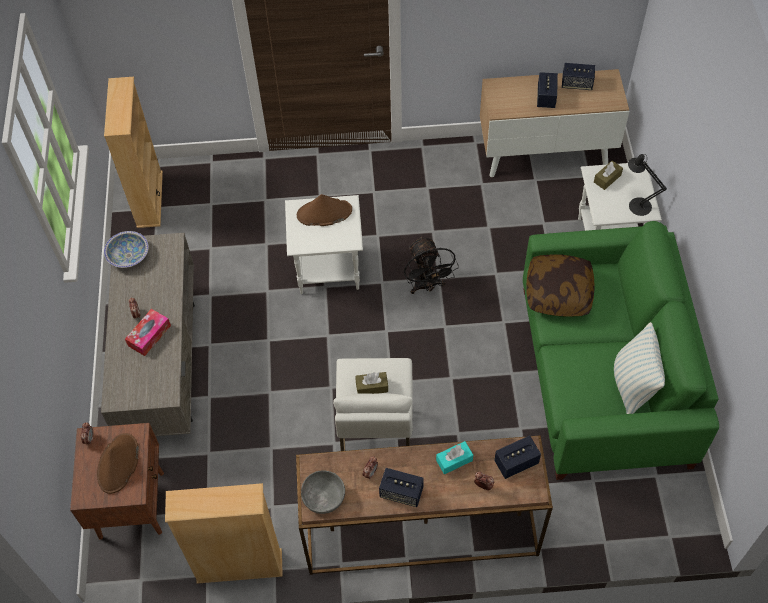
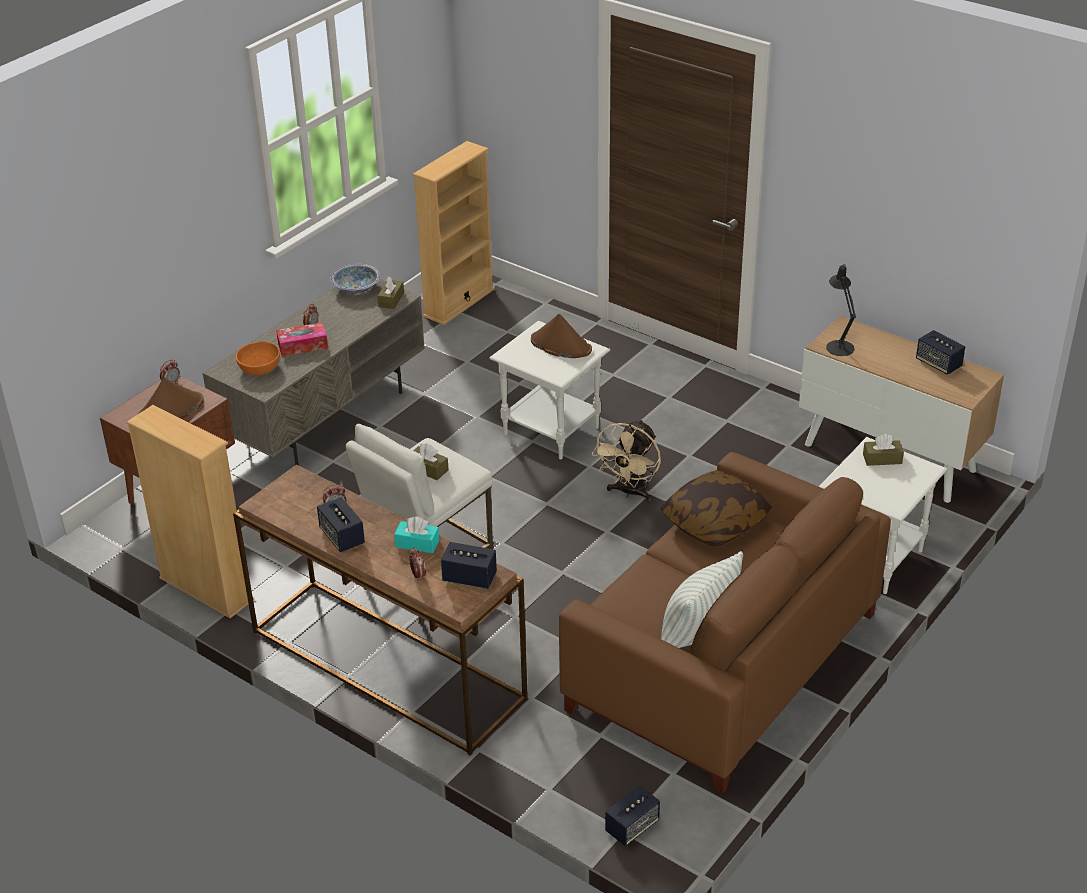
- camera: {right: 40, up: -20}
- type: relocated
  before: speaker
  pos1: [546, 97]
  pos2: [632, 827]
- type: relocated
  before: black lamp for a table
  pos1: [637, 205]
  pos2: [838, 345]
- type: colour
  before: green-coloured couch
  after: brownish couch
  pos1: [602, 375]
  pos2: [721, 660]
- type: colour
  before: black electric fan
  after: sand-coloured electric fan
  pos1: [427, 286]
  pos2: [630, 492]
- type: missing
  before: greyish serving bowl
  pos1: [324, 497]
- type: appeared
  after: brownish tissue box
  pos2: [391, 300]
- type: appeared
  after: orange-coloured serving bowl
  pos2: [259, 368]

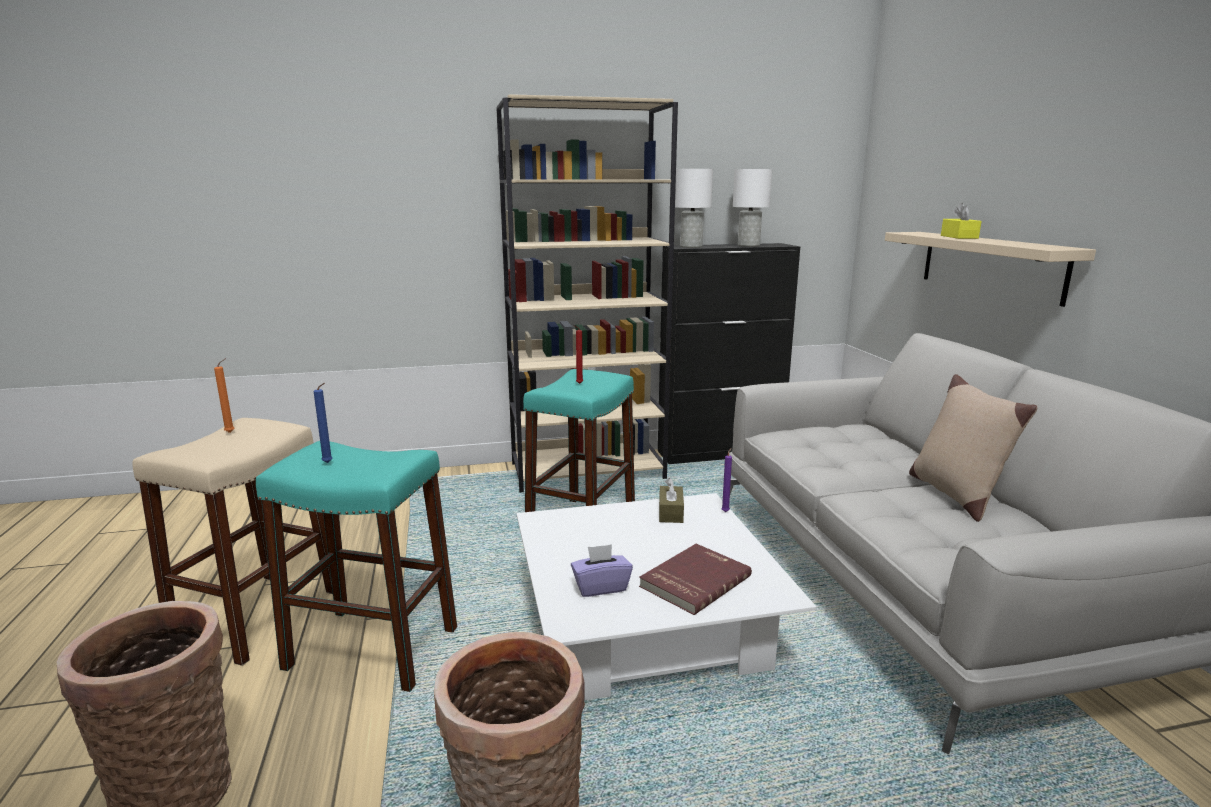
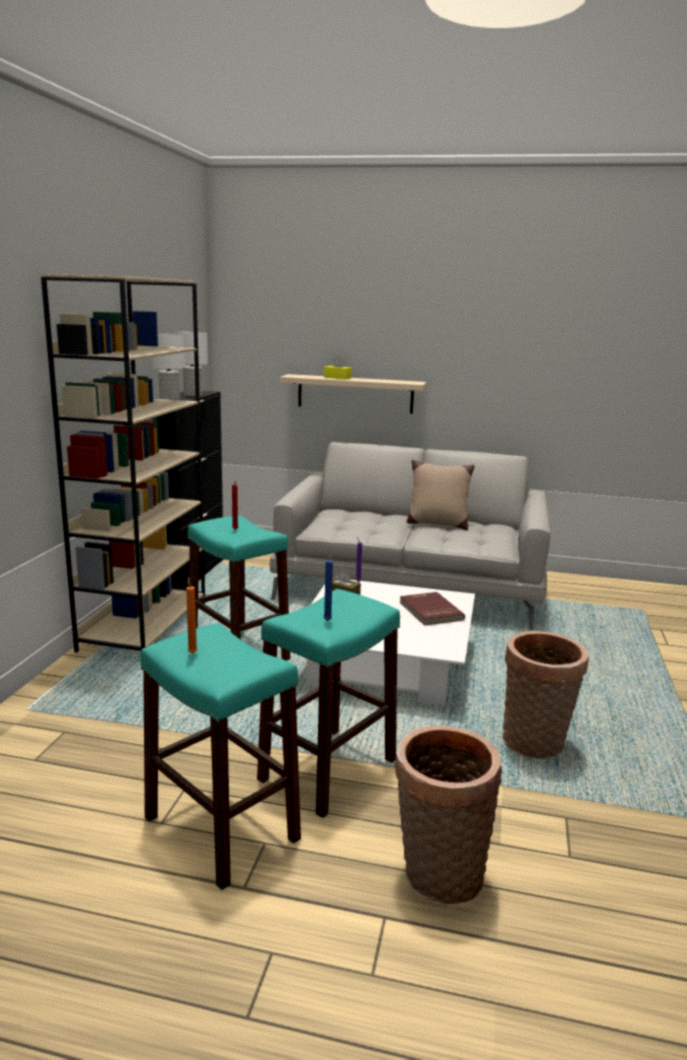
- camera: {right: -65, up: 0}
- type: colour
  before: sand-coloured stool seat
  after: blue-green stool seat
  pos1: [257, 615]
  pos2: [221, 828]
- type: missing
  before: purple tissue box
  pos1: [601, 587]

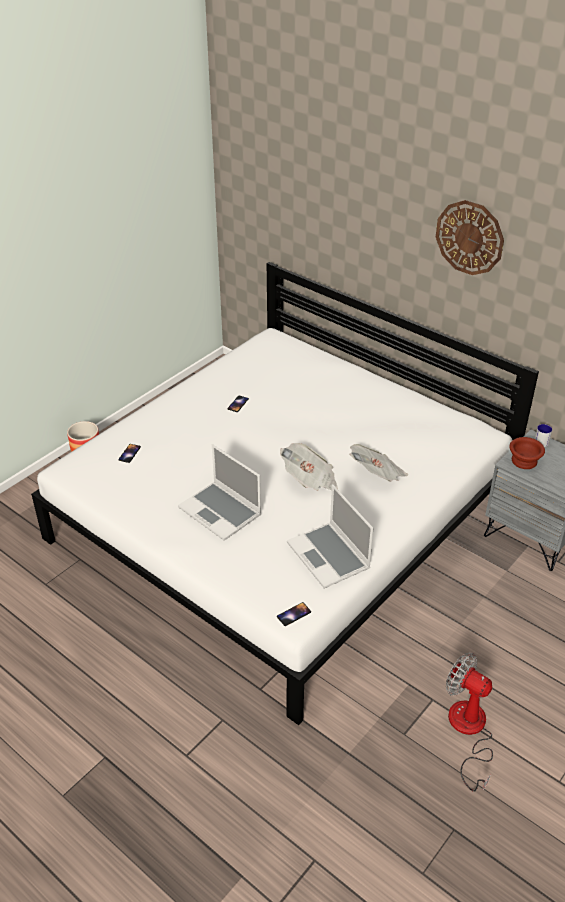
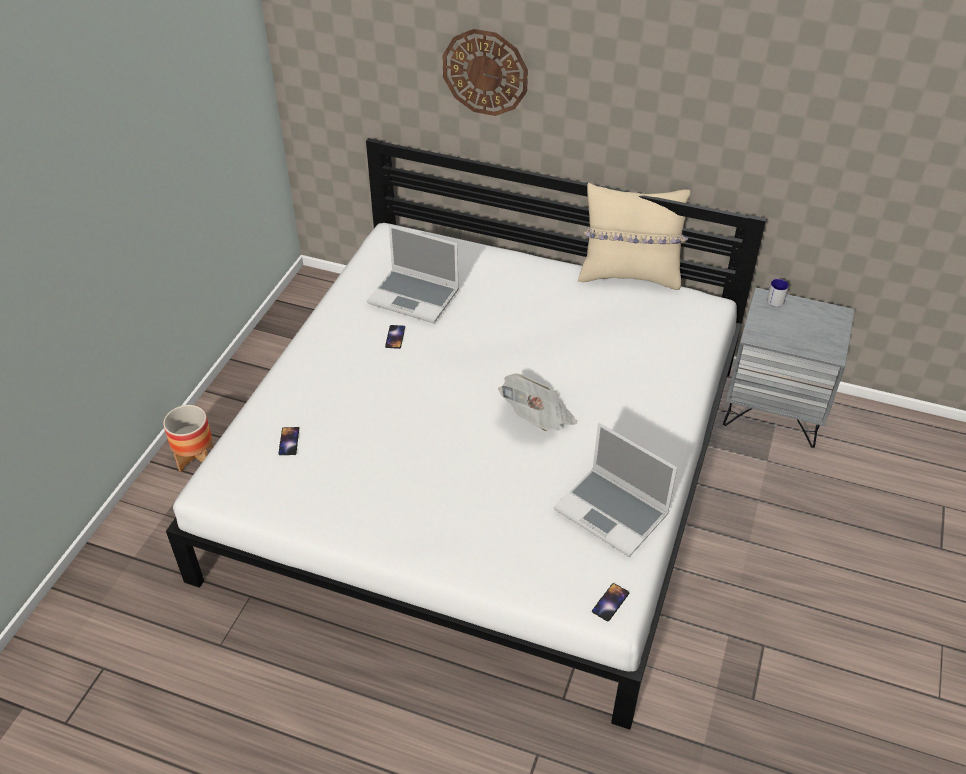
- camera: {right: -20, up: 5}
- type: relocated
  before: clock on the wall
  pos1: [469, 237]
  pos2: [485, 72]
- type: missing
  before: brownish serving bowl
  pos1: [523, 461]
- type: relocated
  before: portable computer
  pos1: [221, 512]
  pos2: [415, 297]
- type: missing
  before: daily paper
  pos1: [377, 475]
- type: missing
  before: electric fan
  pos1: [468, 731]
- type: appeared
  after: sand-coloured cushion
  pos2: [629, 276]

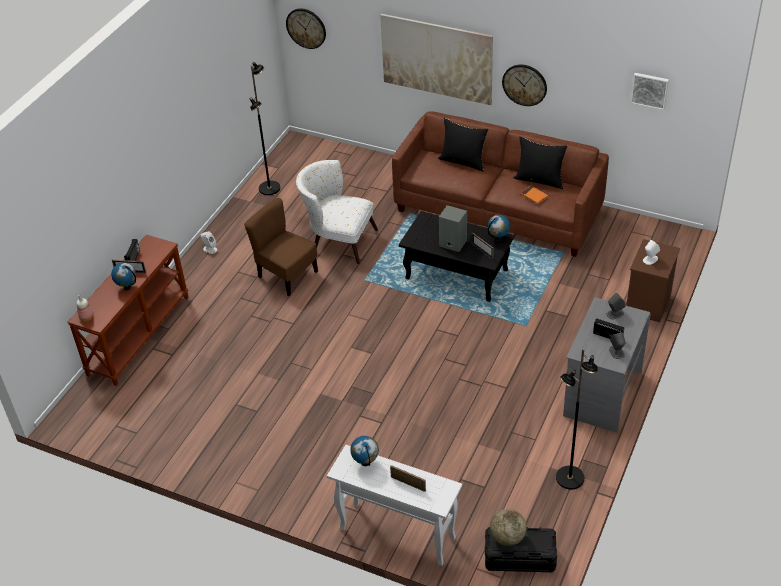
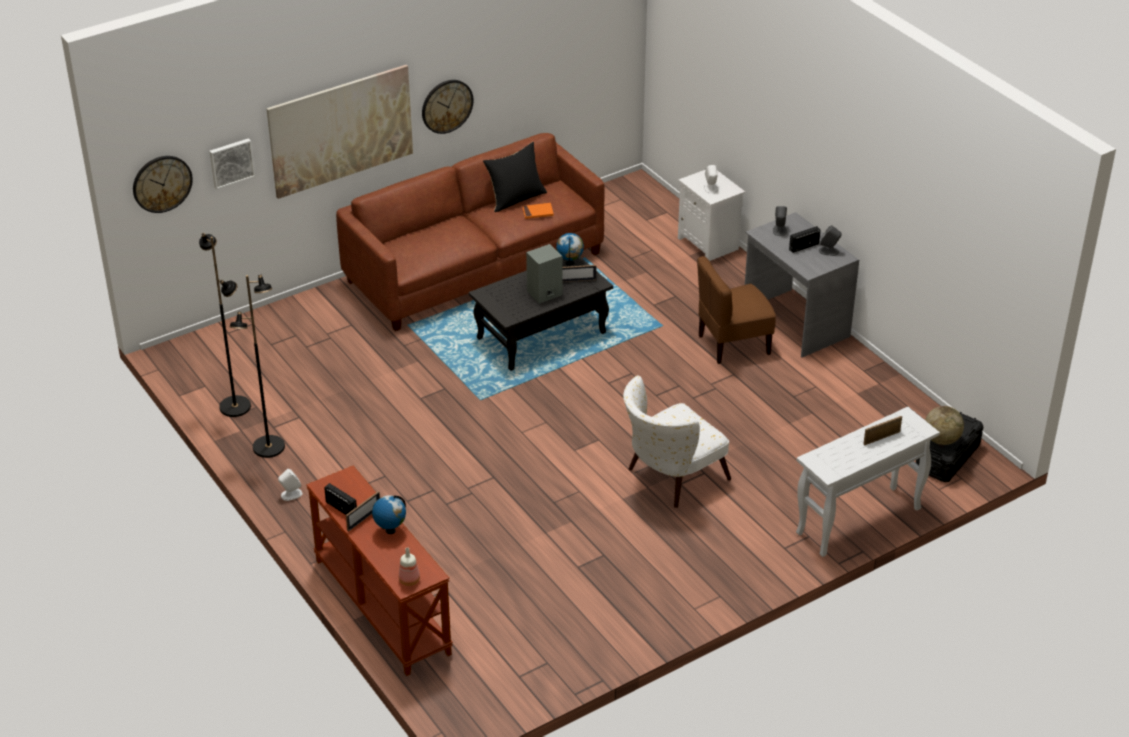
- camera: {right: -60, up: -5}
- type: relocated
  before: wall picture
  pos1: [649, 90]
  pos2: [231, 162]
- type: missing
  before: black cushion
  pos1: [463, 161]
- type: relocated
  before: whitish armchair
  pos1: [337, 240]
  pos2: [669, 478]
- type: relocated
  before: brownish upright chair
  pos1: [287, 275]
  pos2: [733, 344]
- type: colour
  before: brownish night table
  after: whitish night table
  pos1: [648, 304]
  pos2: [709, 244]
- type: relocated
  before: black floor lamp
  pos1: [569, 478]
  pos2: [269, 447]
- type: missing
  before: world globe
  pos1: [365, 463]

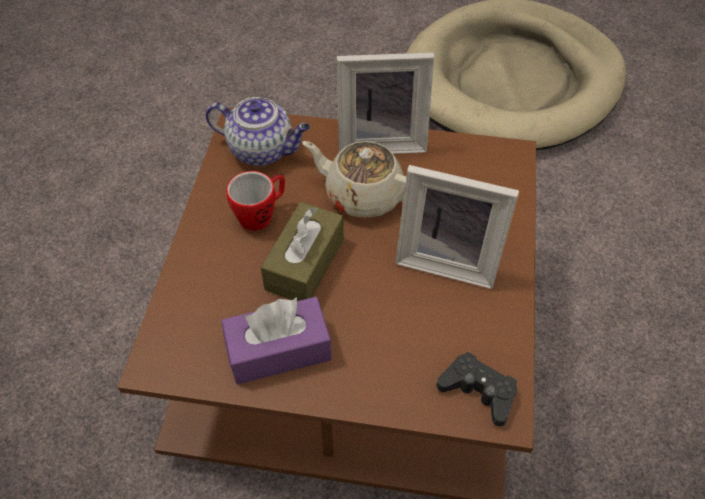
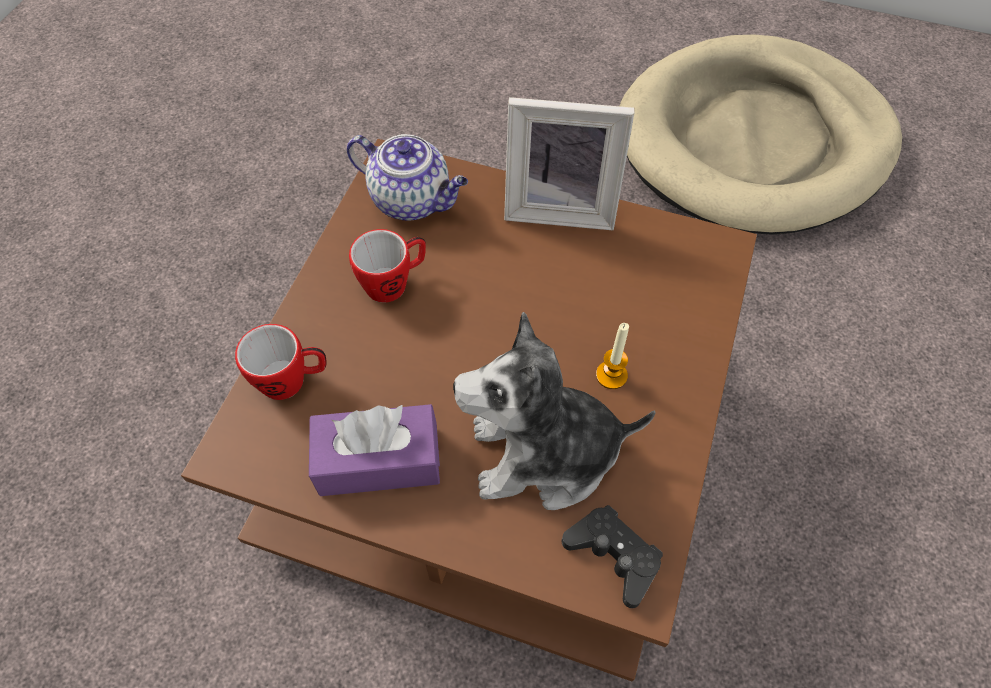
- camera: {right: 10, up: 5}
- type: missing
  before: sand-coloured pot for tea
  pos1: [362, 195]
- type: exchanged
  before: picture frame
  after: wax candle
  pos1: [448, 259]
  pos2: [611, 375]
- type: missing
  before: brownish tissue box
  pos1: [305, 264]
- type: appeared
  after: plush toy
  pos2: [544, 454]
- type: appeared
  after: tea mug
  pos2: [292, 380]

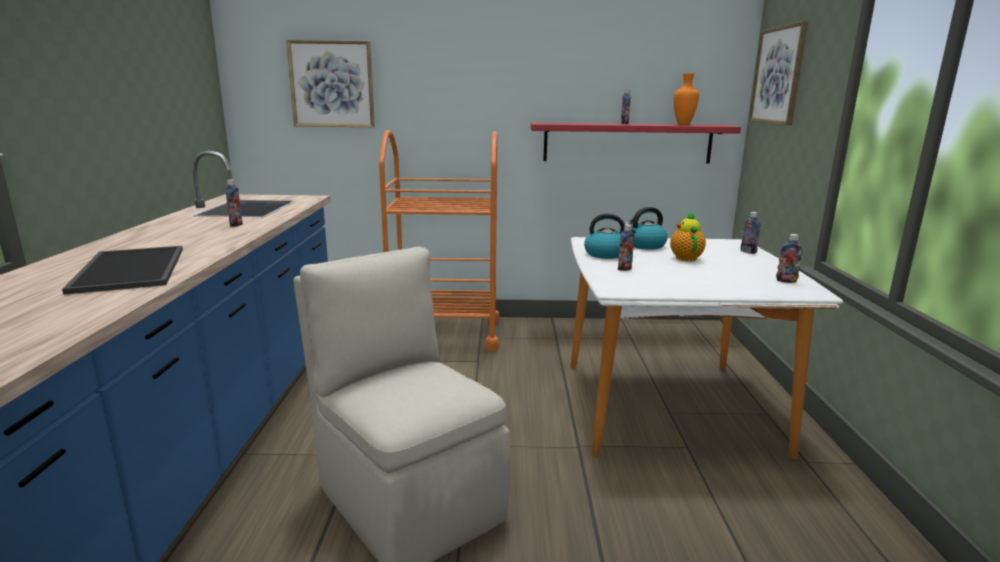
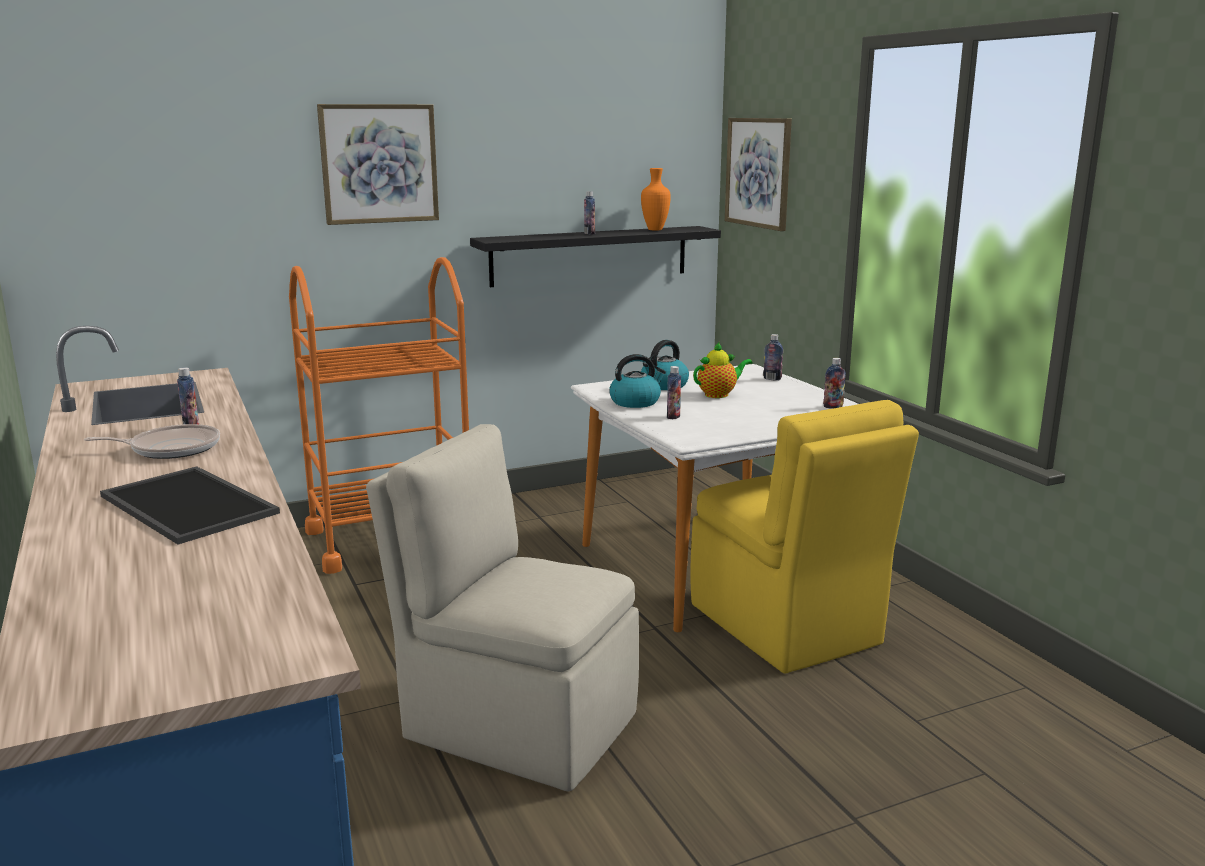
- camera: {right: -25, up: 0}
- type: relocated
  before: wall picture
  pos1: [332, 84]
  pos2: [379, 164]
- type: colour
  before: reddish bracket shelf
  after: black bracket shelf
  pos1: [627, 143]
  pos2: [590, 255]
- type: spun
  before: pot for tea
  pos1: [685, 258]
  pos2: [719, 394]
  turn: 90
- type: appeared
  after: yellow-coloured upright chair
  pos2: [786, 626]
- type: appeared
  after: frying pan
  pos2: [171, 449]

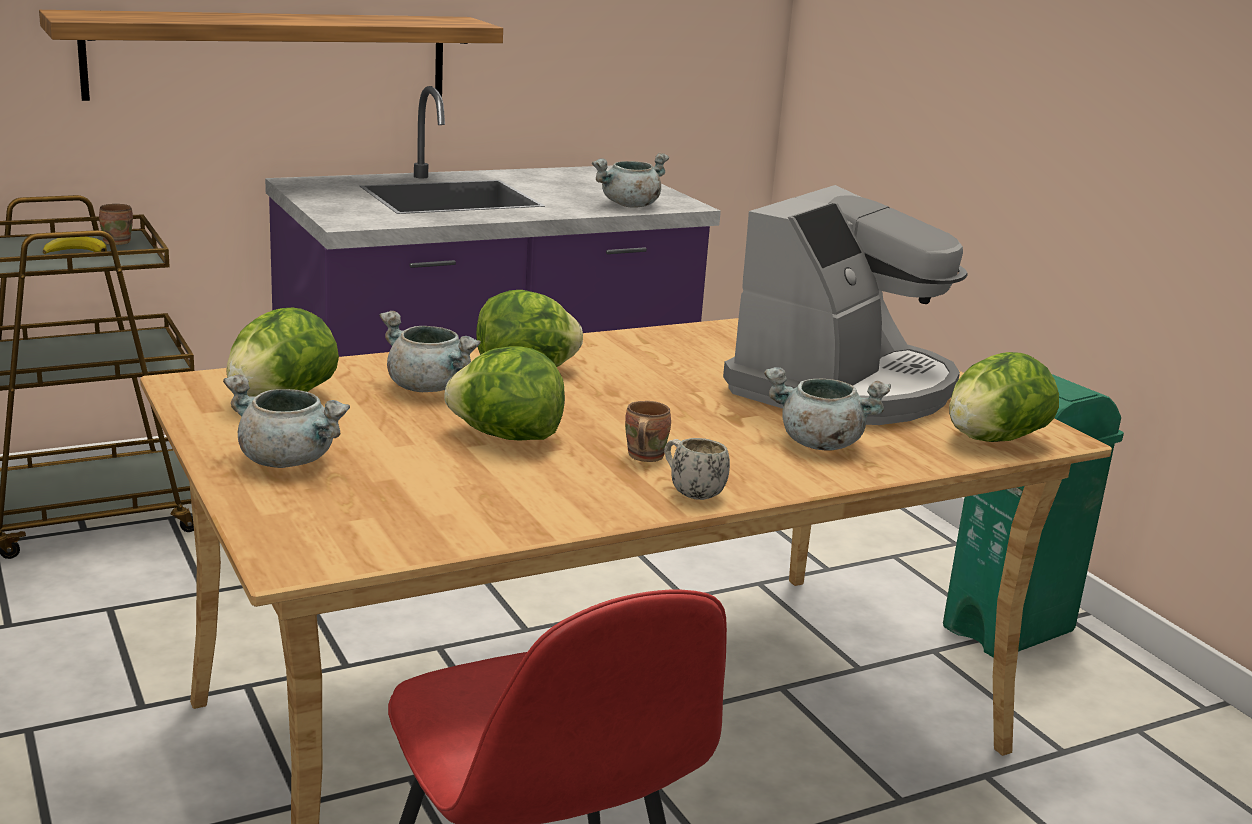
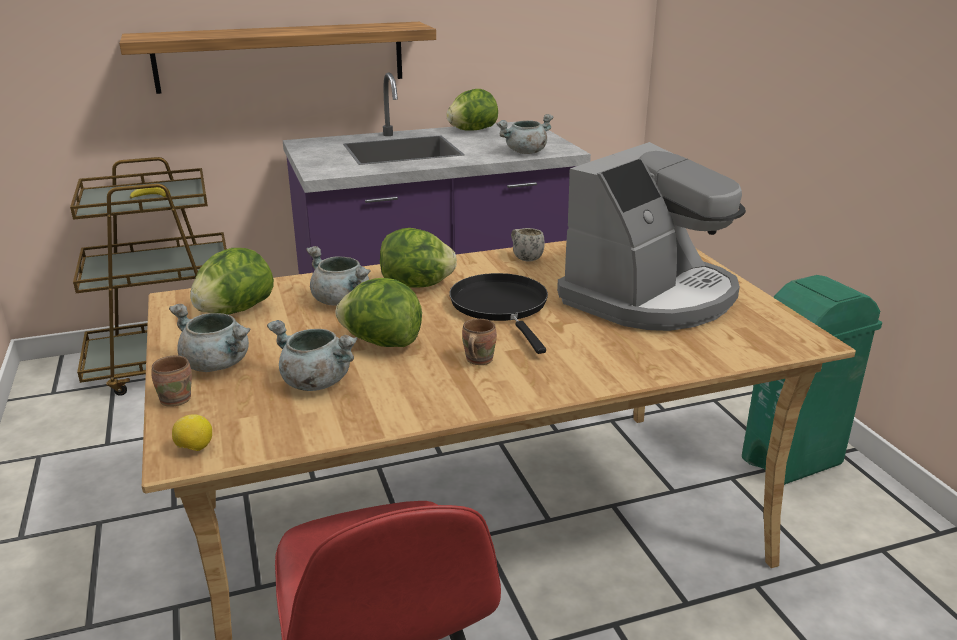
- camera: {right: 10, up: 5}
- type: relocated
  before: brownish tea mug
  pos1: [117, 241]
  pos2: [176, 398]
- type: relocated
  before: head of lettuce
  pos1: [993, 439]
  pos2: [472, 130]
- type: relocated
  before: greyish stockpot
  pos1: [818, 443]
  pos2: [314, 382]
- type: relocated
  before: whitish tea mug
  pos1: [690, 492]
  pos2: [524, 258]
- type: appeared
  after: black frying pan
  pos2: [501, 307]
- type: appeared
  after: whole lemon
  pos2: [194, 448]

